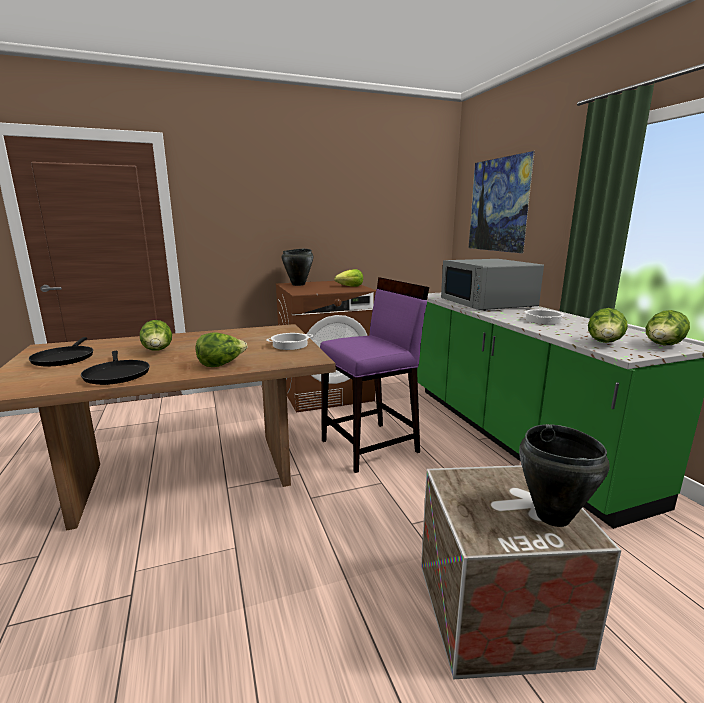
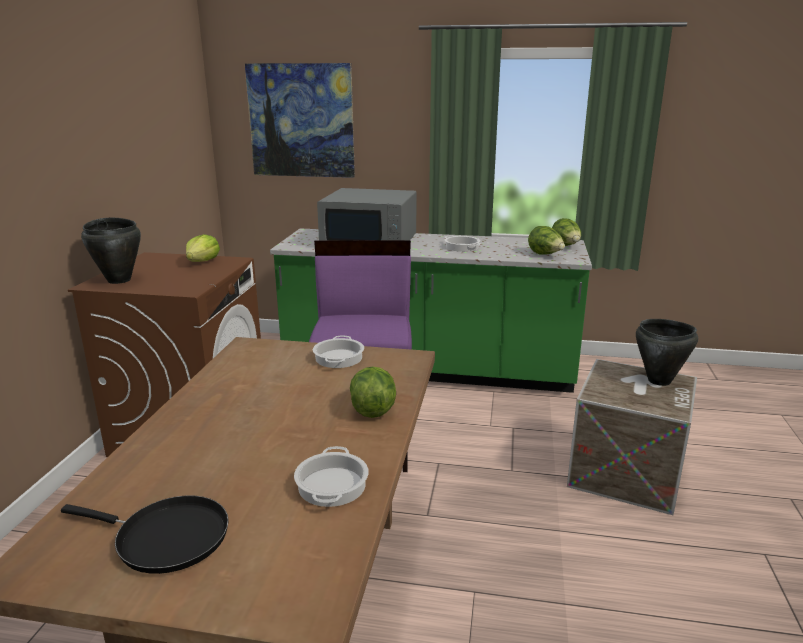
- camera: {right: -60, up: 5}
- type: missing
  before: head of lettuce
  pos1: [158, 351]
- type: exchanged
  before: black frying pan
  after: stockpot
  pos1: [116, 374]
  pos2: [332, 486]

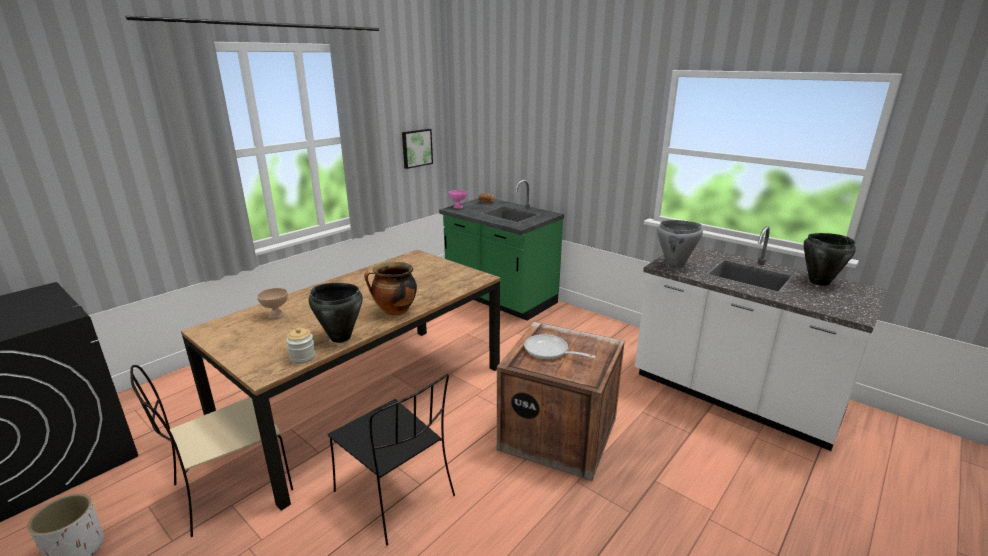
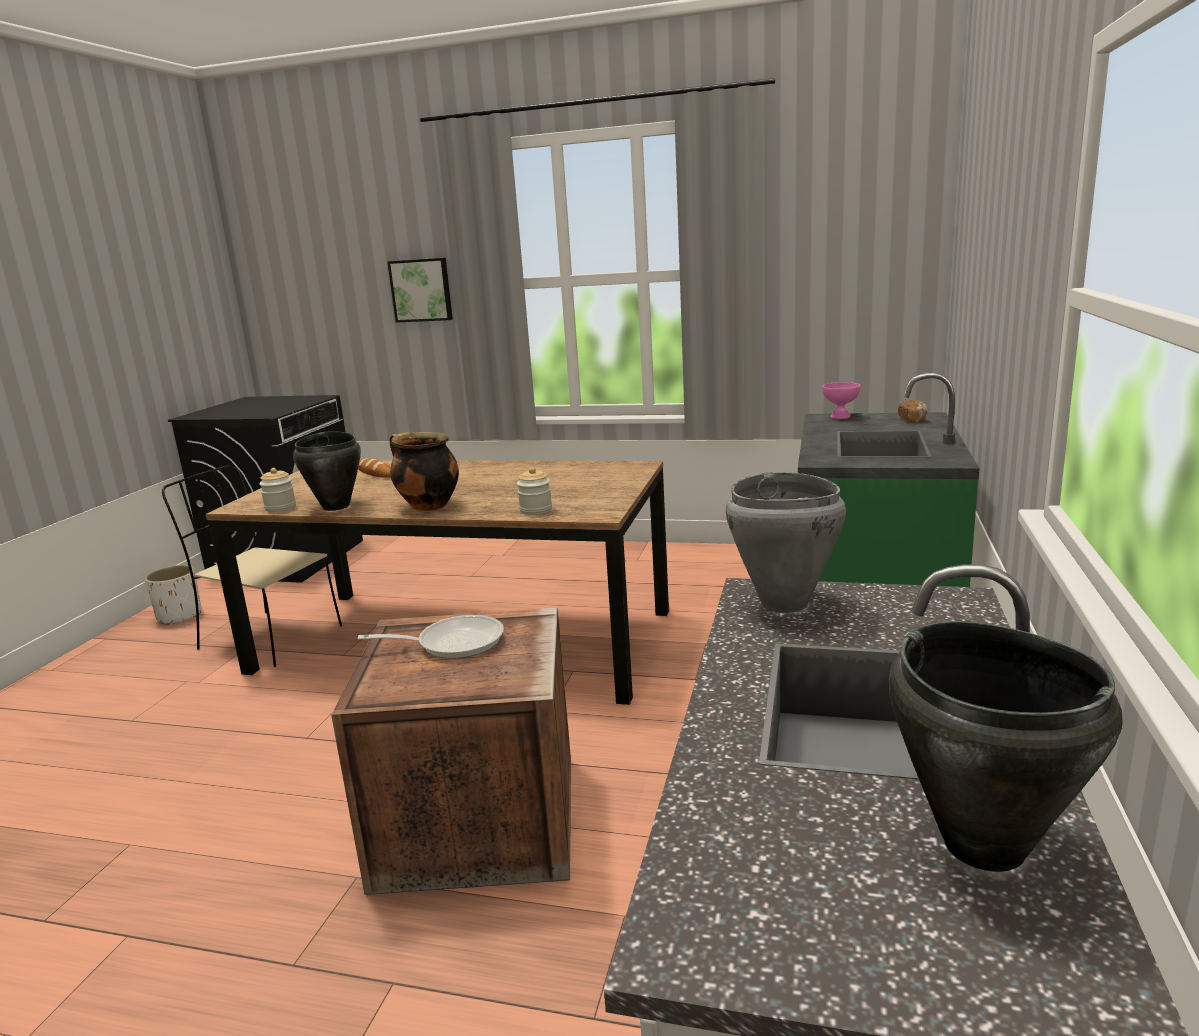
- camera: {right: 65, up: -5}
- type: relocated
  before: wall picture
  pos1: [416, 148]
  pos2: [421, 290]
- type: exchanged
  before: sand-coloured serving bowl
  after: bakery bread
  pos1: [276, 316]
  pos2: [375, 472]
- type: spun
  before: frying pan
  pos1: [549, 351]
  pos2: [453, 643]
  turn: 75
- type: missing
  before: black upright chair
  pos1: [396, 495]
- type: appeared
  after: preserve jar
  pos2: [536, 510]

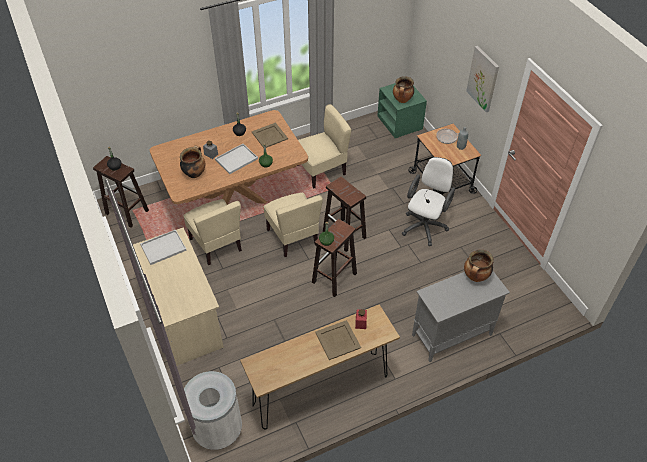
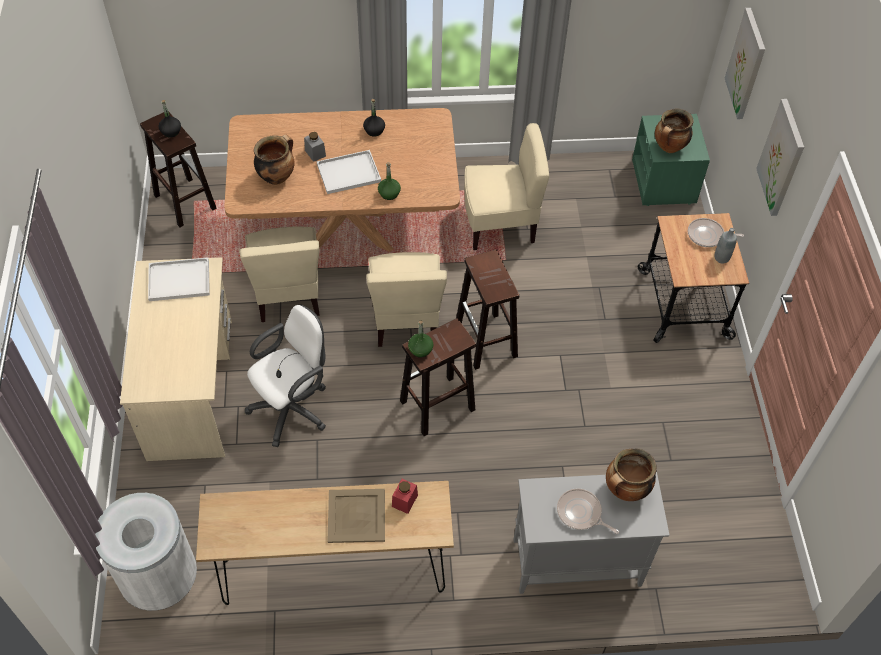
- camera: {right: 20, up: 5}
- type: missing
  before: sand-coloured carrying tray
  pos1: [269, 135]
- type: relocated
  before: whitish computer chair
  pos1: [425, 225]
  pos2: [294, 407]
- type: appeared
  after: wall picture
  pos2: [746, 64]
- type: appeared
  after: frying pan
  pos2: [581, 513]

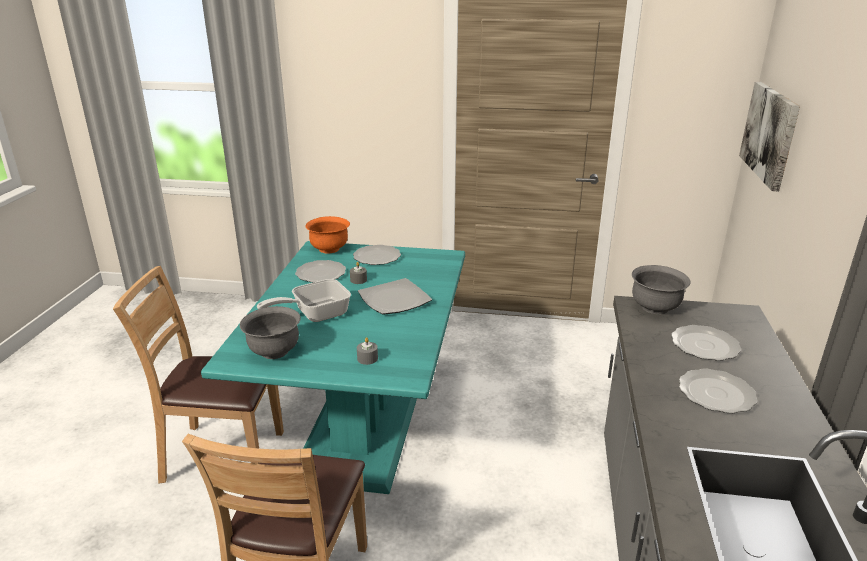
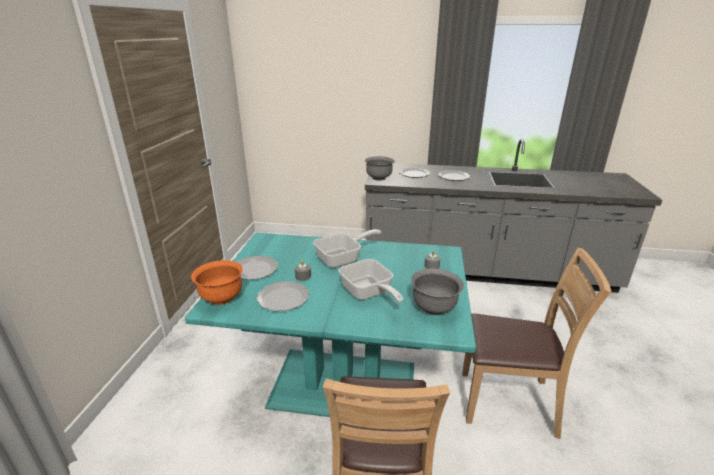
- camera: {right: -90, up: 0}
- type: missing
  before: wall picture
  pos1: [769, 133]
- type: exchanged
  before: plate
  after: frying pan
  pos1: [394, 300]
  pos2: [343, 259]

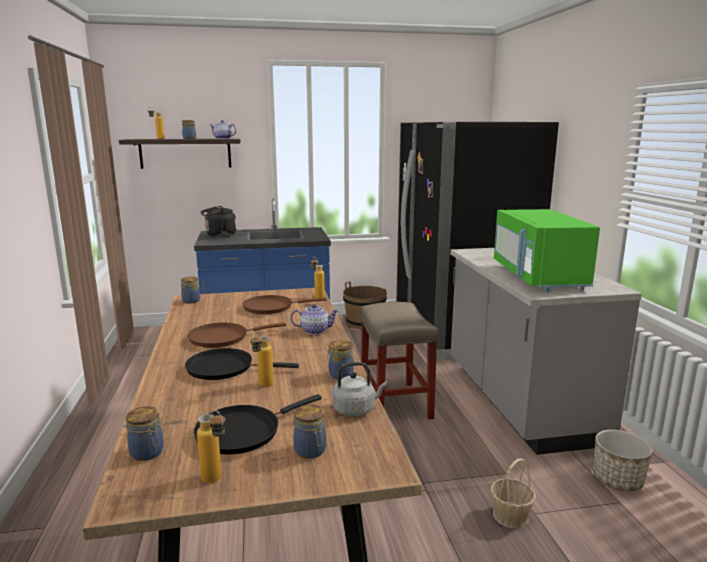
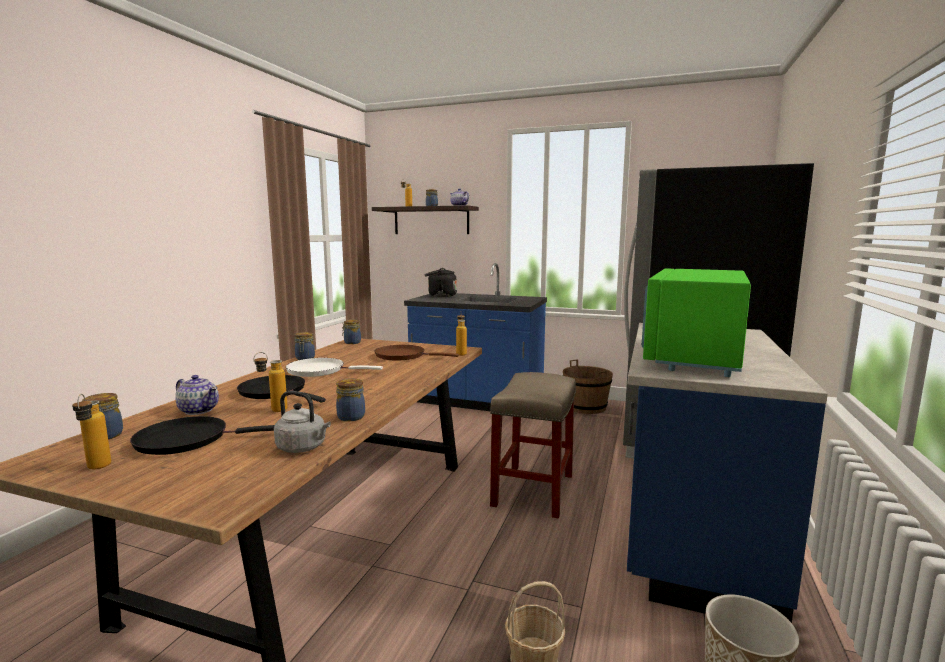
- camera: {right: 30, up: -5}
- type: colour
  before: greyish counter
  after: blue counter
  pos1: [519, 401]
  pos2: [690, 531]
- type: relocated
  before: pot for tea
  pos1: [314, 330]
  pos2: [199, 410]
- type: colour
  before: brownish frying pan
  after: whitish frying pan
  pos1: [222, 338]
  pos2: [320, 371]
- type: relocated
  before: preserve jar
  pos1: [311, 451]
  pos2: [305, 358]

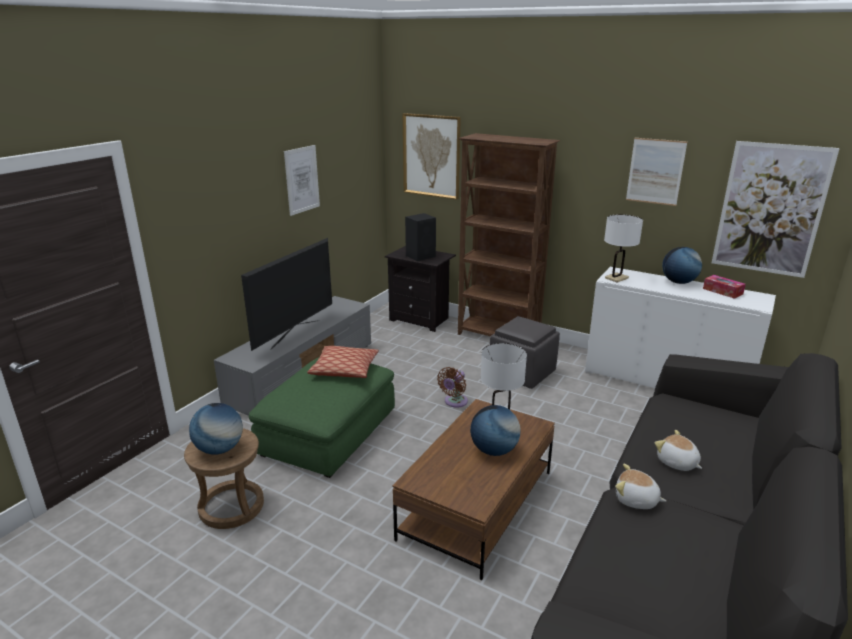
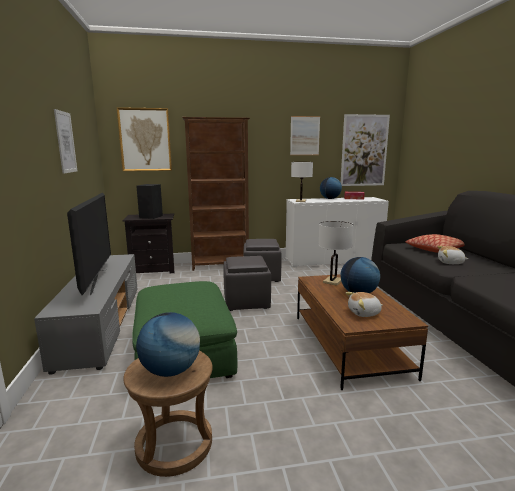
- camera: {right: -40, up: -10}
- type: relocated
  before: cushion
  pos1: [344, 370]
  pos2: [435, 249]
- type: exchanged
  before: brownish electric fan
  after: greyish footrest
  pos1: [454, 402]
  pos2: [247, 301]
- type: relocated
  before: plush toy
  pos1: [636, 500]
  pos2: [364, 313]

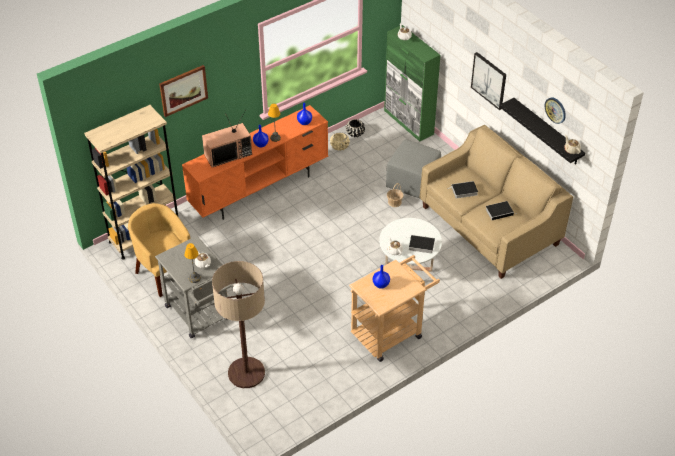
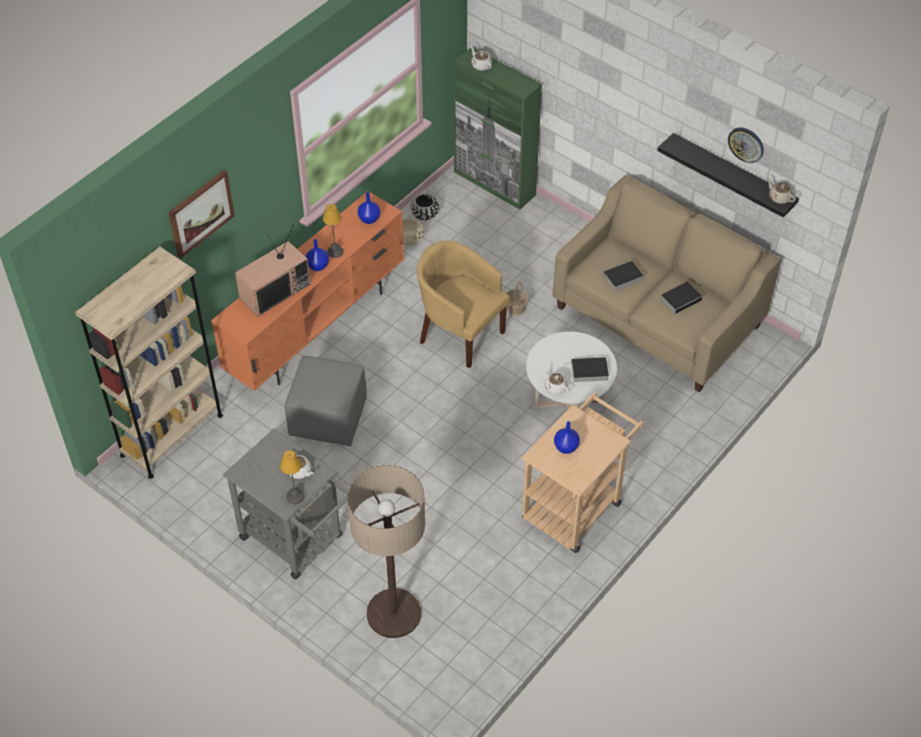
- camera: {right: -15, up: 5}
- type: missing
  before: wall picture
  pos1: [489, 80]
- type: relocated
  before: greyish footrest
  pos1: [412, 182]
  pos2: [328, 417]
- type: relocated
  before: yellow-coloured armchair
  pos1: [165, 272]
  pos2: [460, 334]

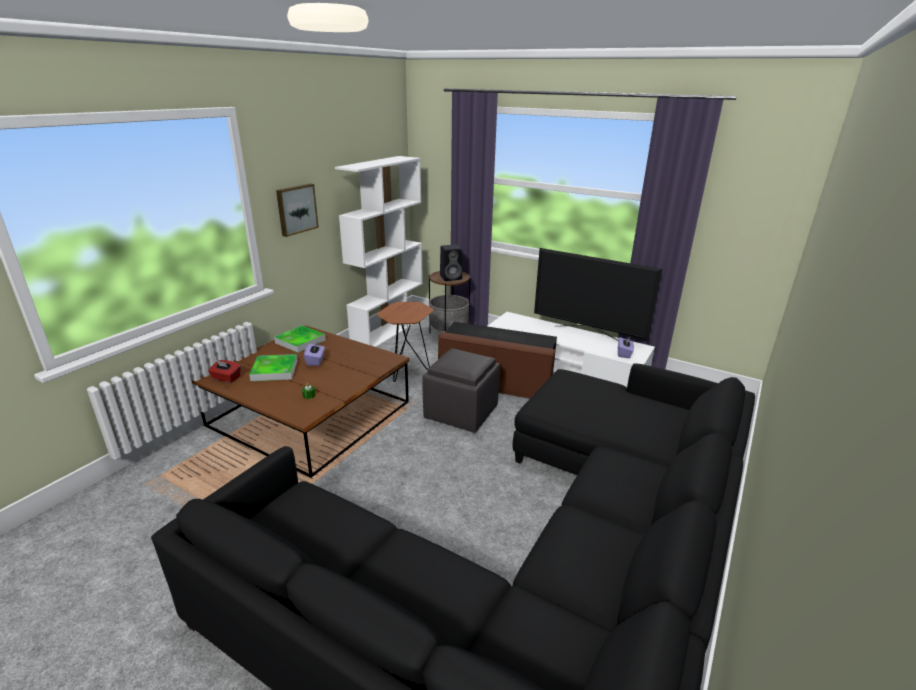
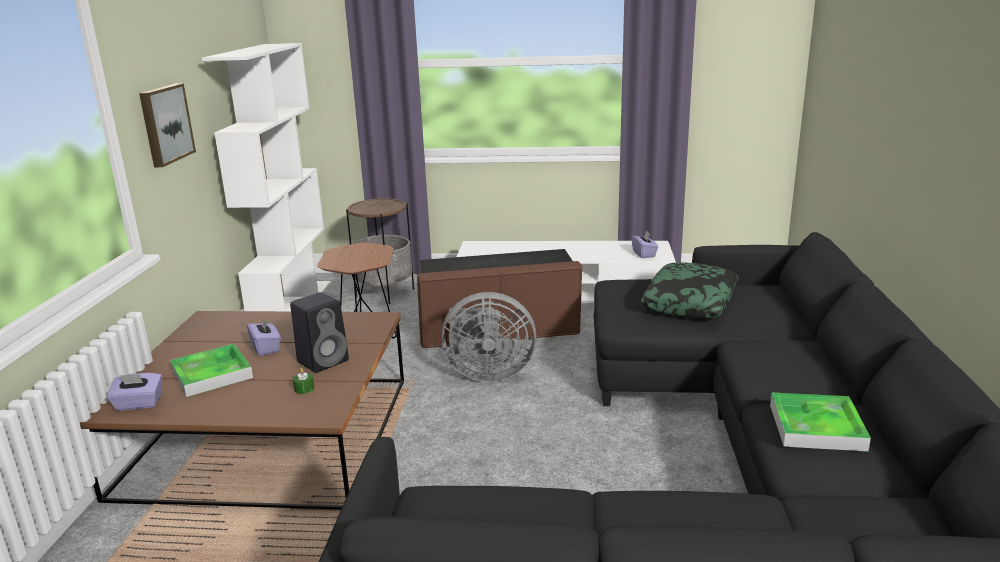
- camera: {right: -25, up: -5}
- type: relocated
  before: black speaker
  pos1: [451, 277]
  pos2: [324, 360]
- type: missing
  before: TV
  pos1: [587, 333]
- type: relocated
  before: carrying tray
  pos1: [300, 341]
  pos2: [816, 427]
- type: exchanged
  before: greyish footrest
  after: greyish electric fan
  pos1: [462, 412]
  pos2: [487, 373]
- type: colour
  before: reddish tissue box
  after: purple tissue box
  pos1: [226, 378]
  pos2: [138, 404]
- type: appeared
  after: cushion
  pos2: [690, 301]

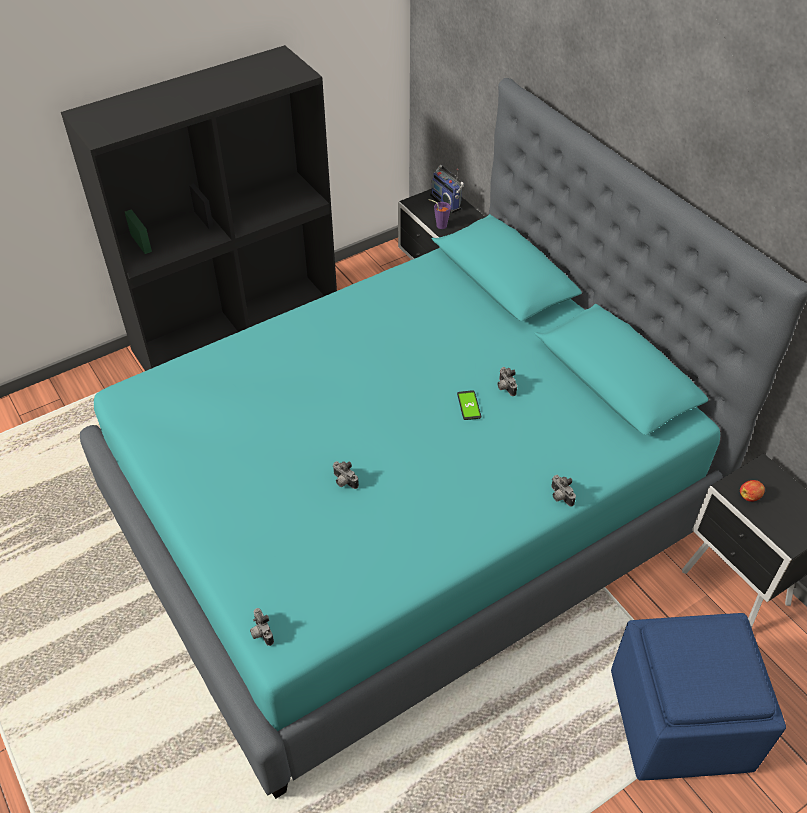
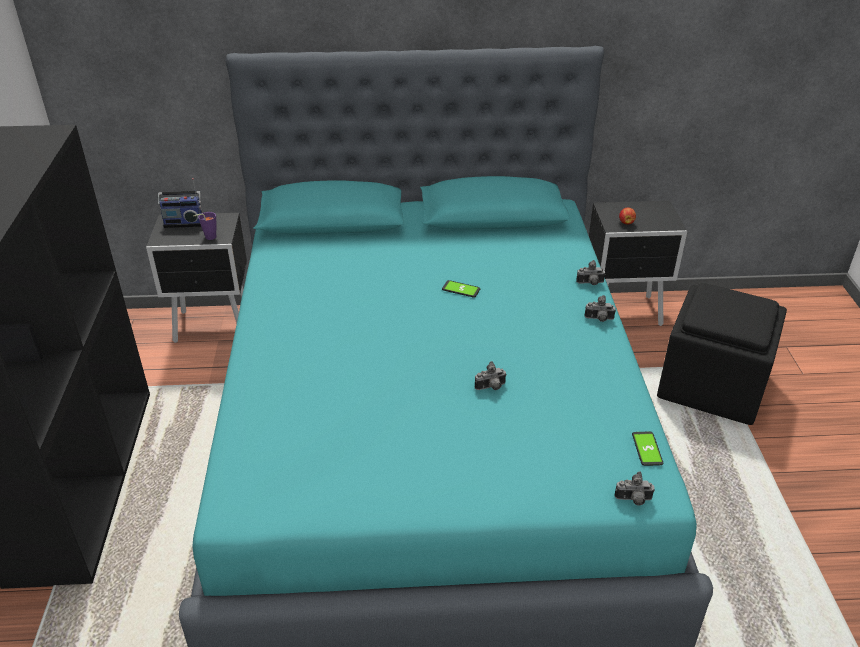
- camera: {right: -60, up: -10}
- type: relocated
  before: photo camera
  pos1: [504, 387]
  pos2: [599, 319]
- type: colour
  before: blue footrest
  after: black footrest
  pos1: [681, 722]
  pos2: [713, 386]
- type: appeared
  after: handset
  pos2: [647, 449]

